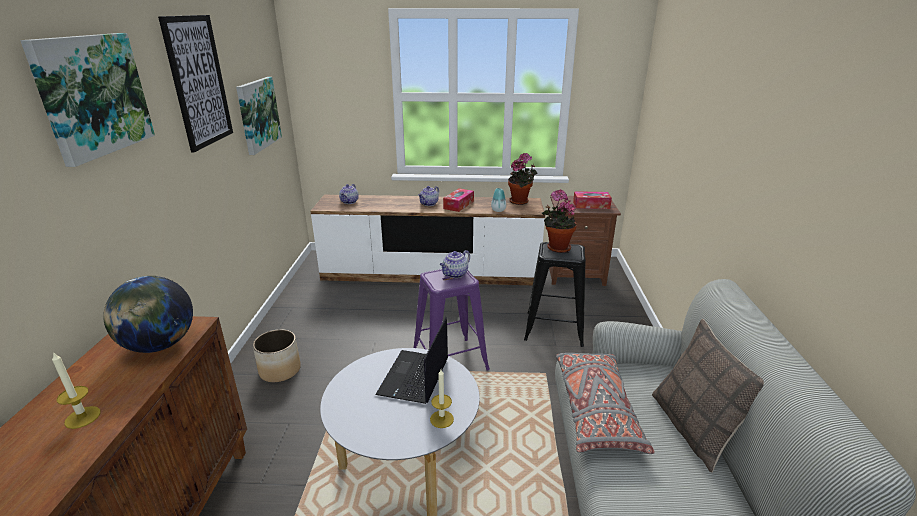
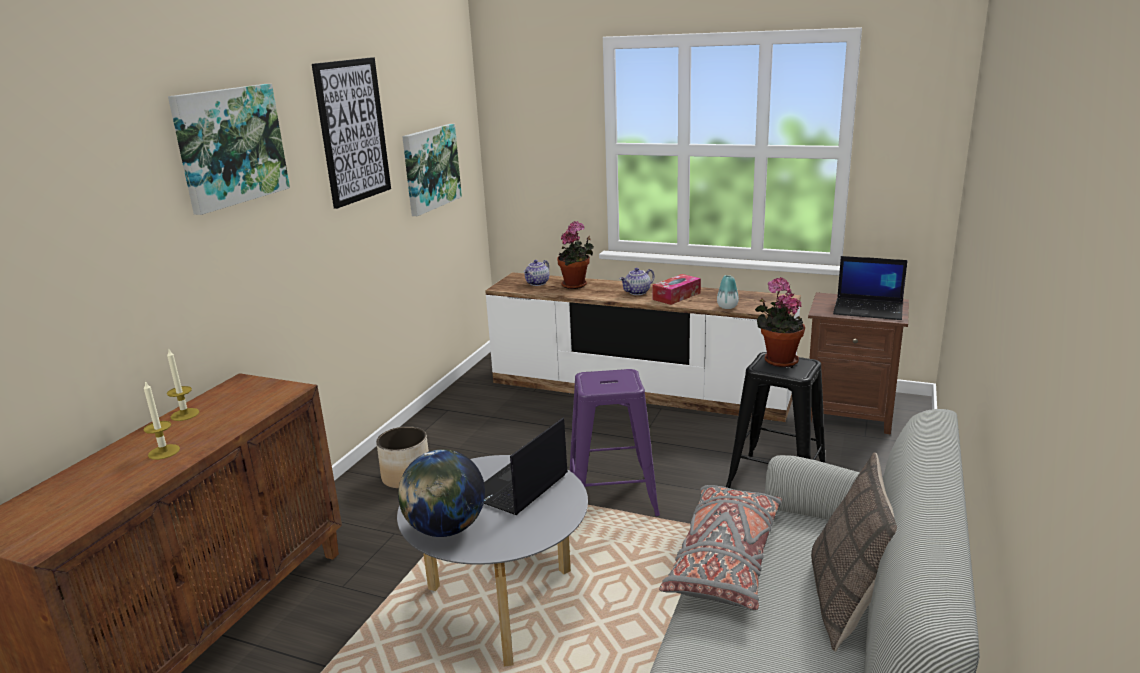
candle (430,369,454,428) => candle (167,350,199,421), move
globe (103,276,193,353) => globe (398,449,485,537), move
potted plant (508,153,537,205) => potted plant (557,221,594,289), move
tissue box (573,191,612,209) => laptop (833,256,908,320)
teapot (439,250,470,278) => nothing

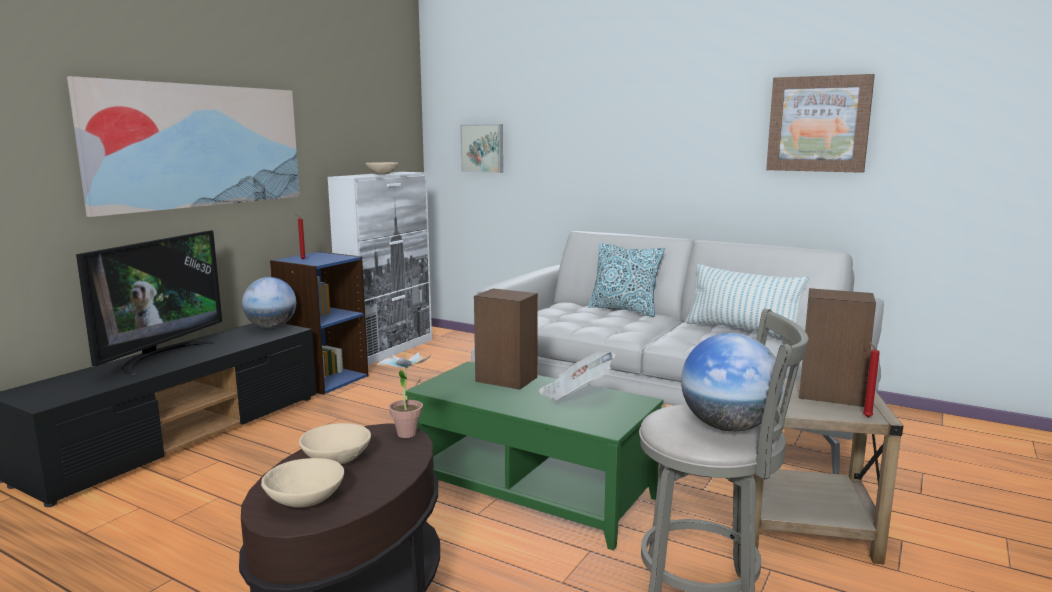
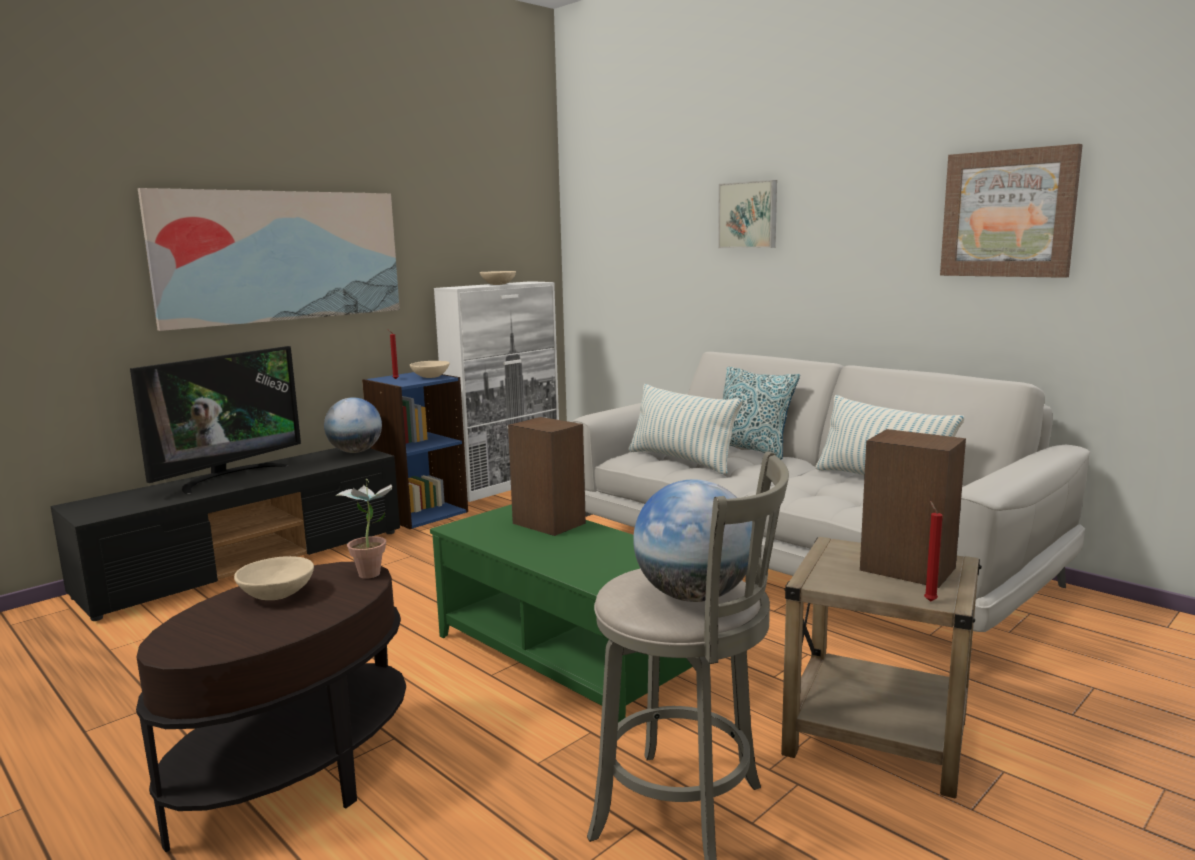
beige bowl (261,458,344,508) => beige bowl (410,361,450,378), move
nothing => pillow (628,384,743,474)
picture (460,124,503,173) => picture (718,180,777,248), move
newspaper (539,352,616,401) => nothing

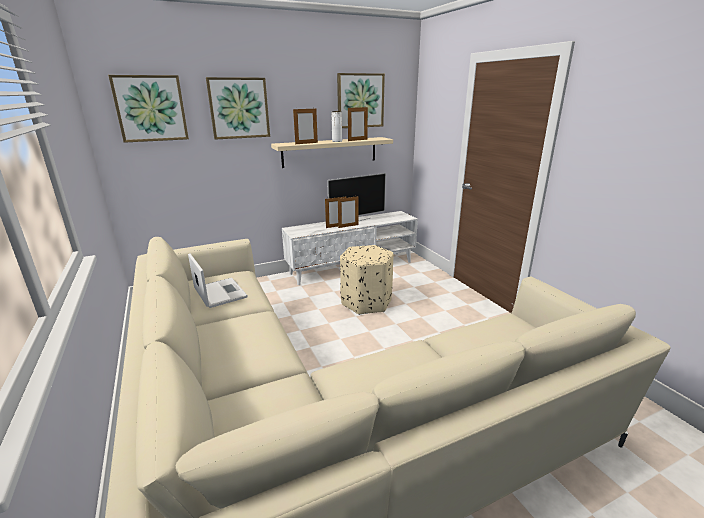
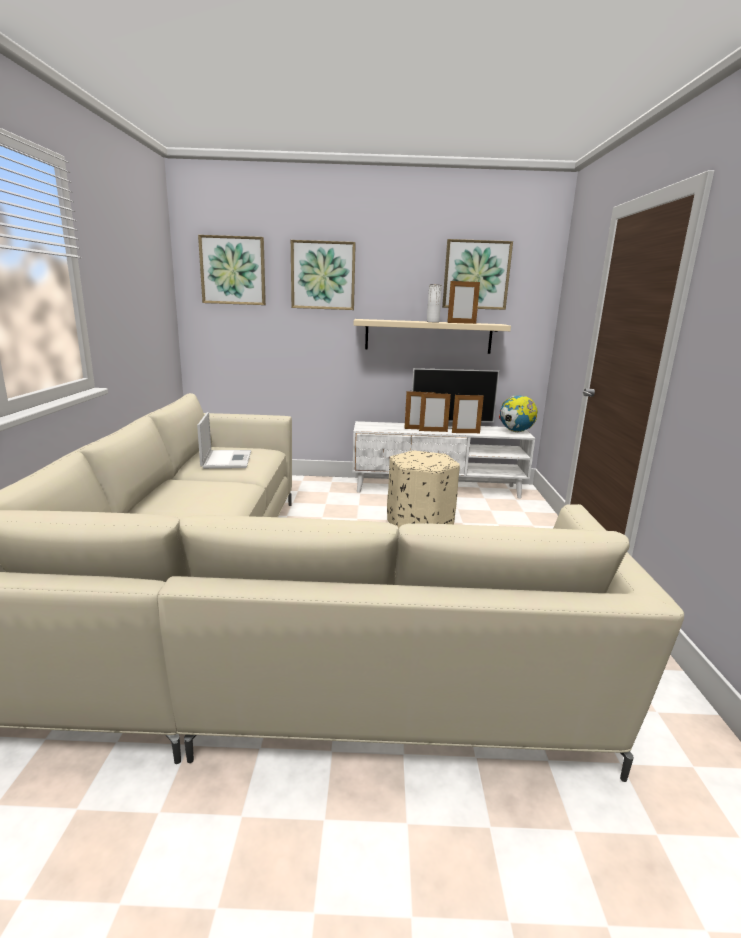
picture frame (293,107,318,144) => picture frame (452,394,484,433), move
nothing => globe (499,396,537,432)

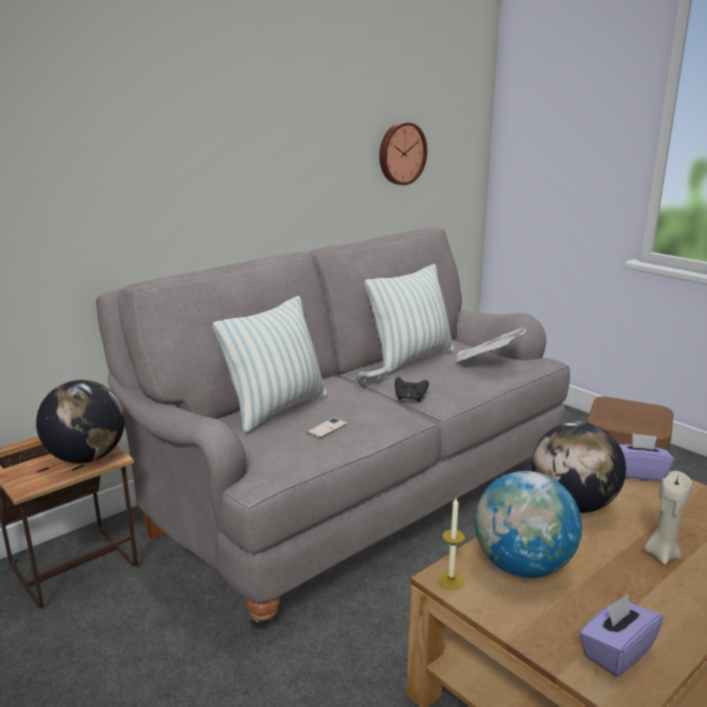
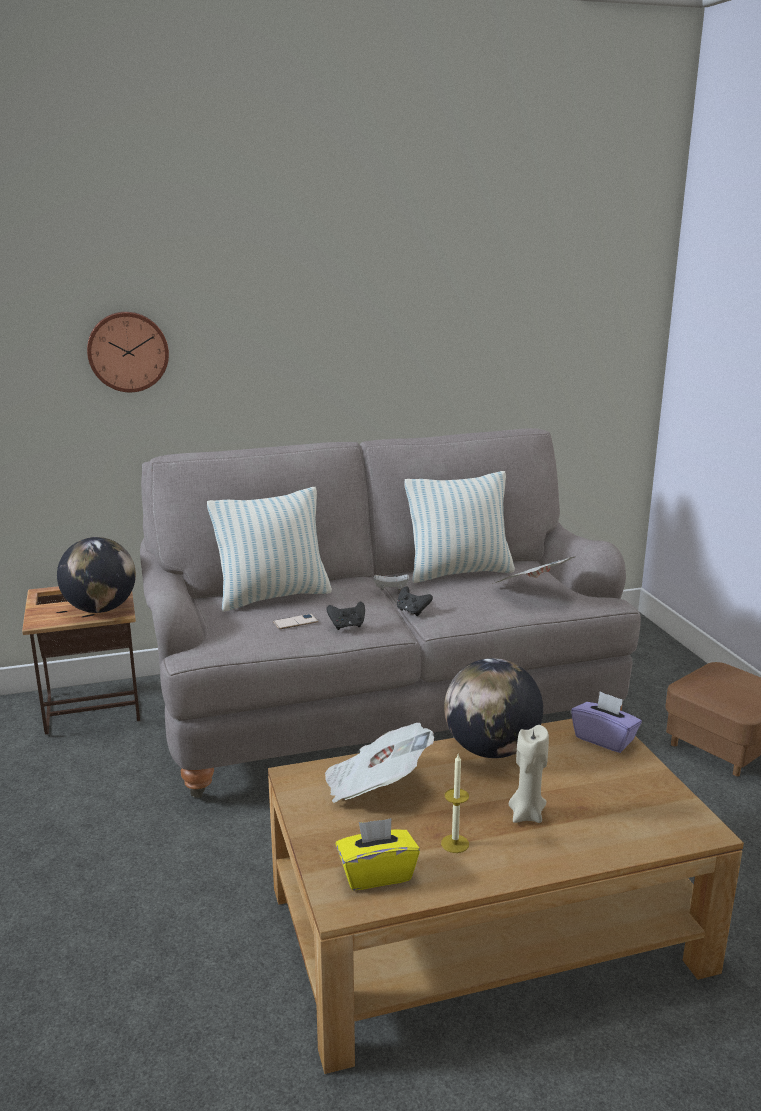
wall clock (379,122,427,185) => wall clock (87,312,169,392), move
globe (475,471,582,578) => newspaper (325,723,434,803)
nothing => black game controller (326,601,365,630)
purple tissue box (579,594,664,677) => yellow tissue box (336,818,420,890)
candle (438,498,465,589) => candle (441,754,469,853), move

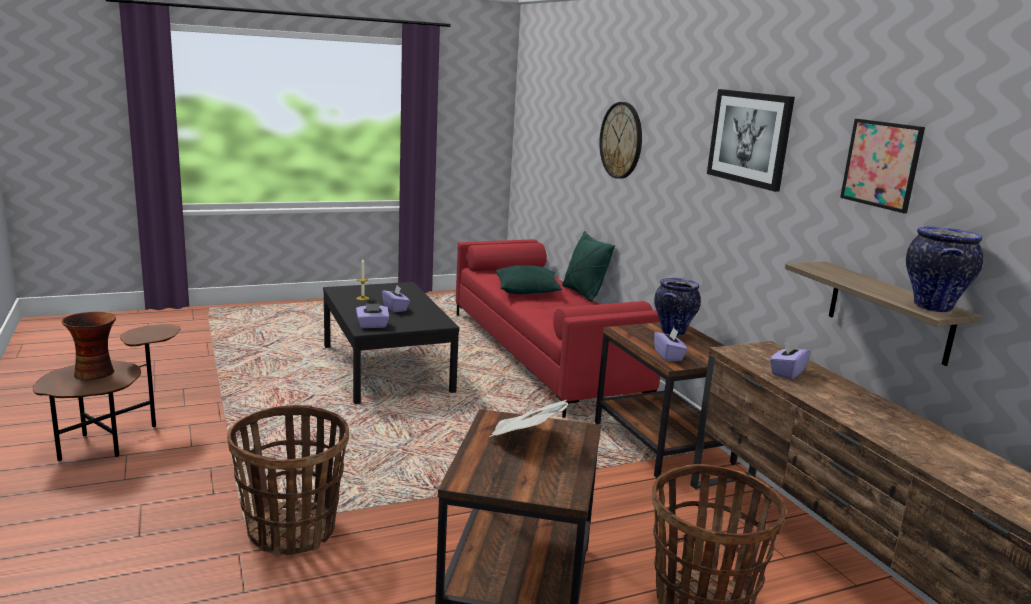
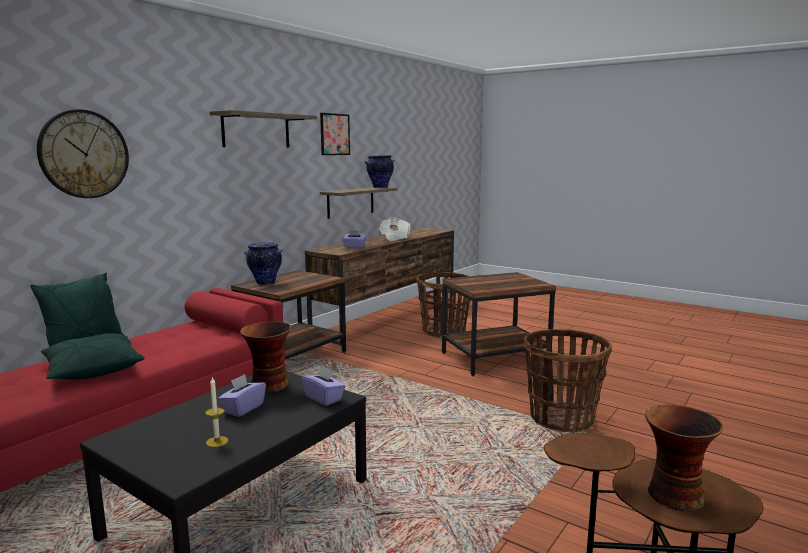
picture (707,89,795,192) => shelf (209,110,317,147)
nothing => vase (240,322,291,393)
newspaper (489,400,568,437) => newspaper (379,217,411,241), move
purple tissue box (654,327,688,361) => nothing

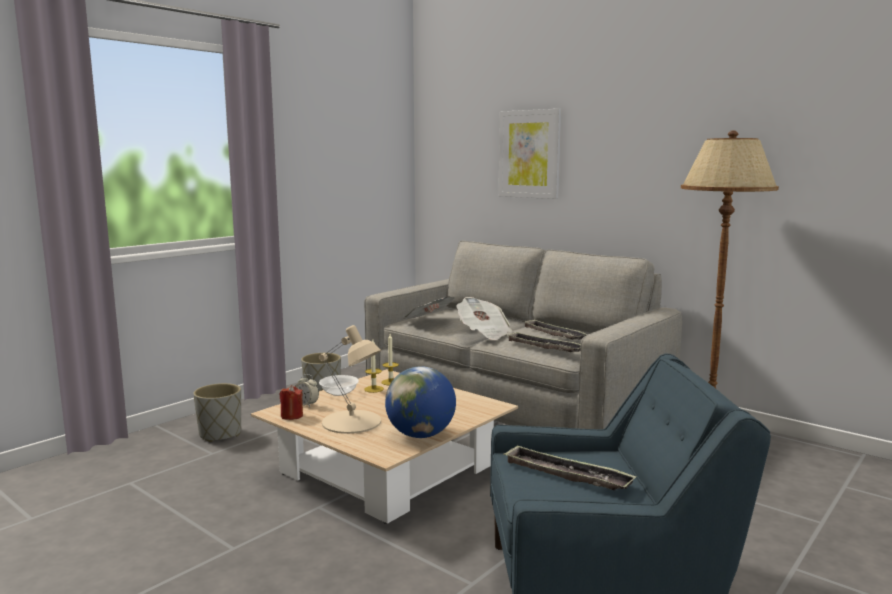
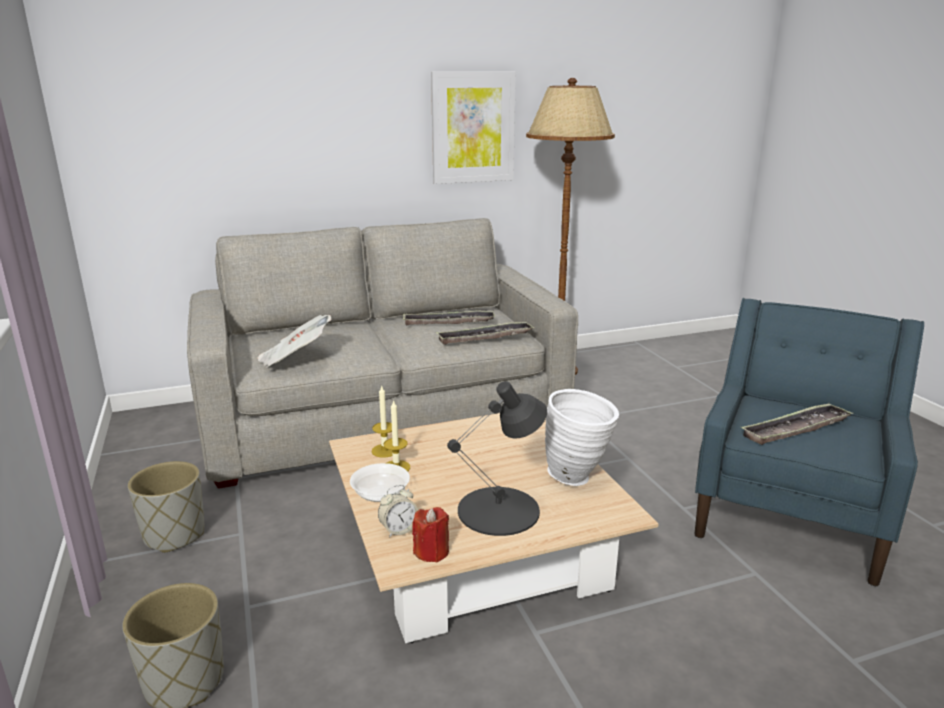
picture (499,109,561,199) => picture (431,71,516,184), move
beige table lamp (319,325,382,434) => black table lamp (447,381,547,536)
globe (385,366,456,438) => white vase (545,389,619,486)
newspaper (456,297,512,340) => nothing

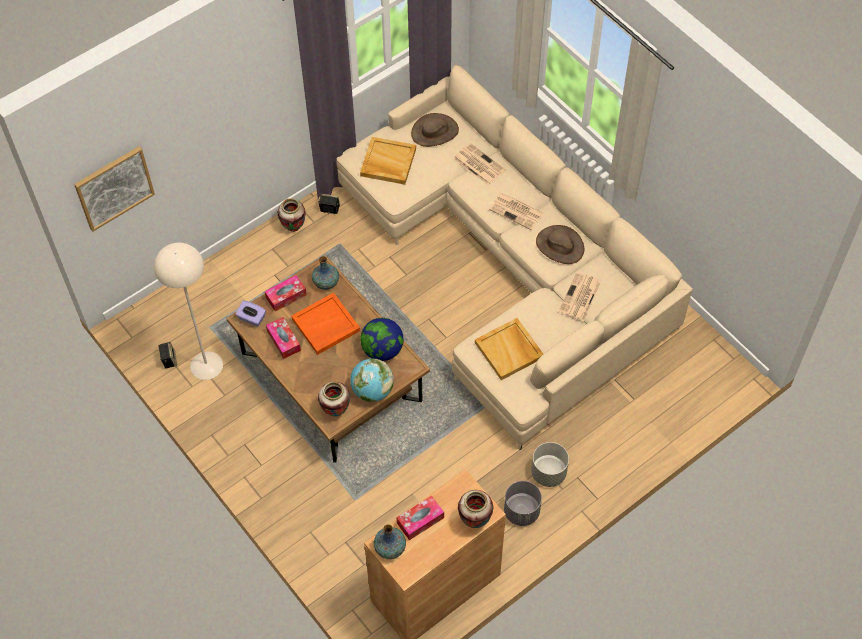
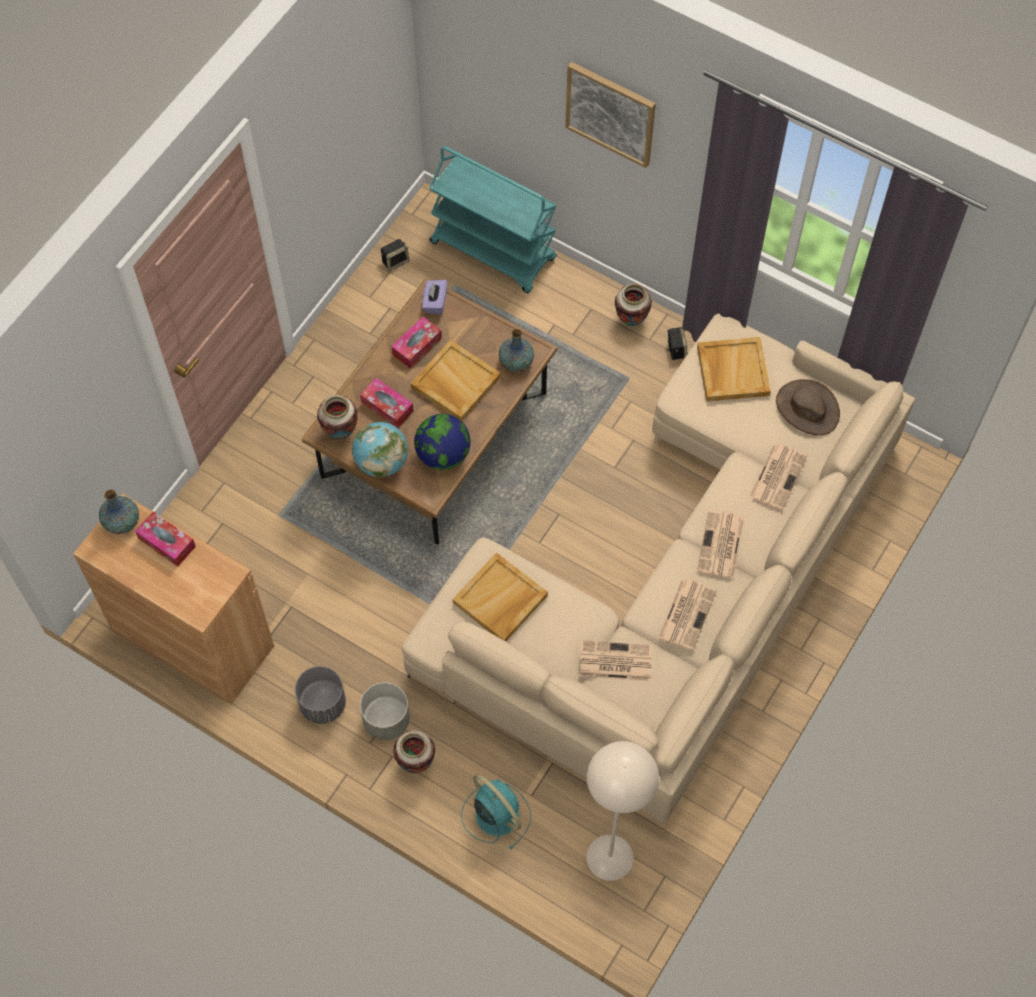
tissue box (265,275,307,311) => tissue box (360,378,414,428), move
vase (458,490,494,528) => vase (393,730,435,774), move
orange tray (291,293,360,355) => beige tray (411,340,501,421)
nothing => turquoise cart (429,146,557,293)
nothing => turquoise fan (461,774,531,849)
picture (74,146,155,232) => picture (565,62,656,168), move
beige floor lamp (154,243,223,380) => beige floor lamp (587,741,659,881), move
brown hat (536,225,584,264) => newspaper (658,579,717,651)

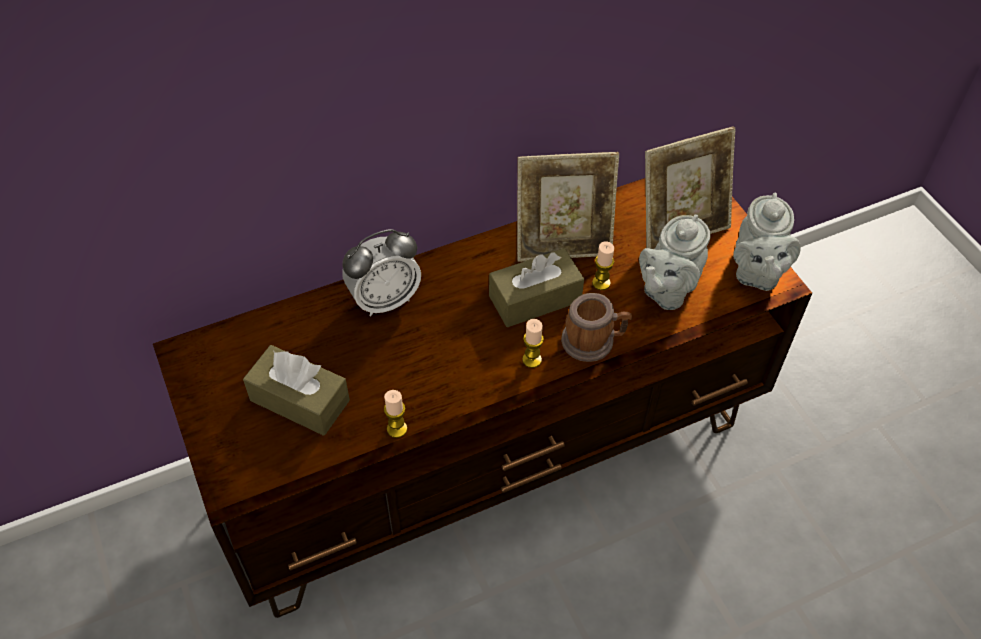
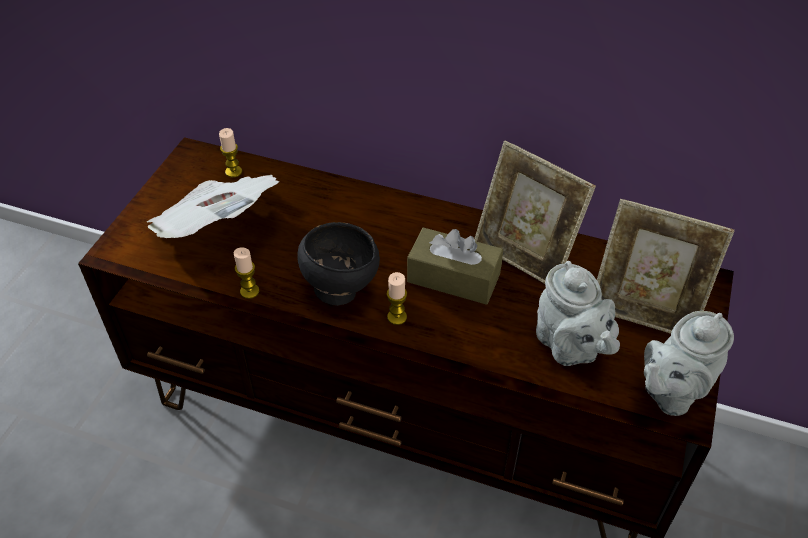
brown tissue box (243,345,350,436) => newspaper (147,175,279,238)
candle (592,241,614,290) => candle (219,128,242,178), move
nothing => black bowl (297,222,380,306)
grey teapot (639,214,711,310) => grey teapot (536,261,620,366), 105 degrees counterclockwise
alarm clock (342,229,421,317) => nothing
mug (561,293,632,362) => nothing

